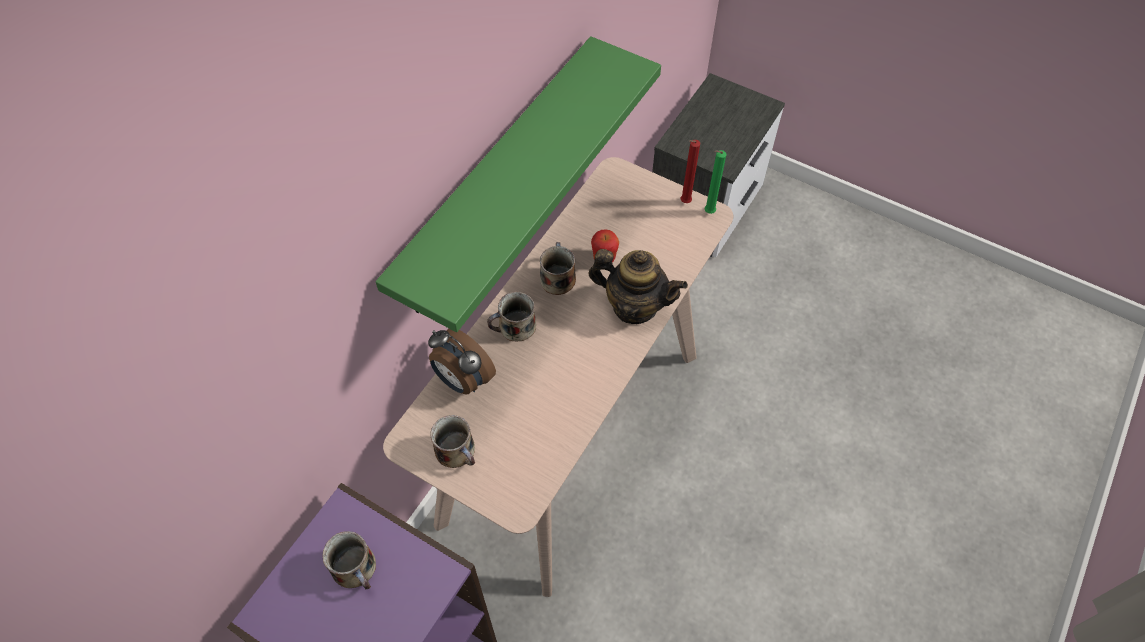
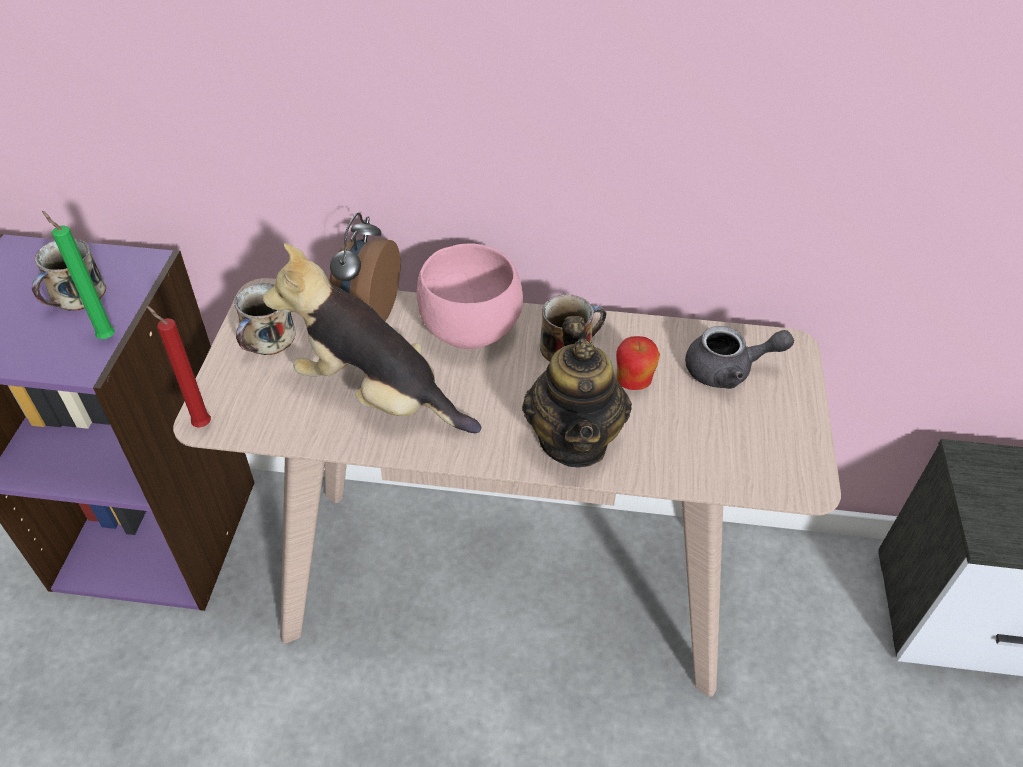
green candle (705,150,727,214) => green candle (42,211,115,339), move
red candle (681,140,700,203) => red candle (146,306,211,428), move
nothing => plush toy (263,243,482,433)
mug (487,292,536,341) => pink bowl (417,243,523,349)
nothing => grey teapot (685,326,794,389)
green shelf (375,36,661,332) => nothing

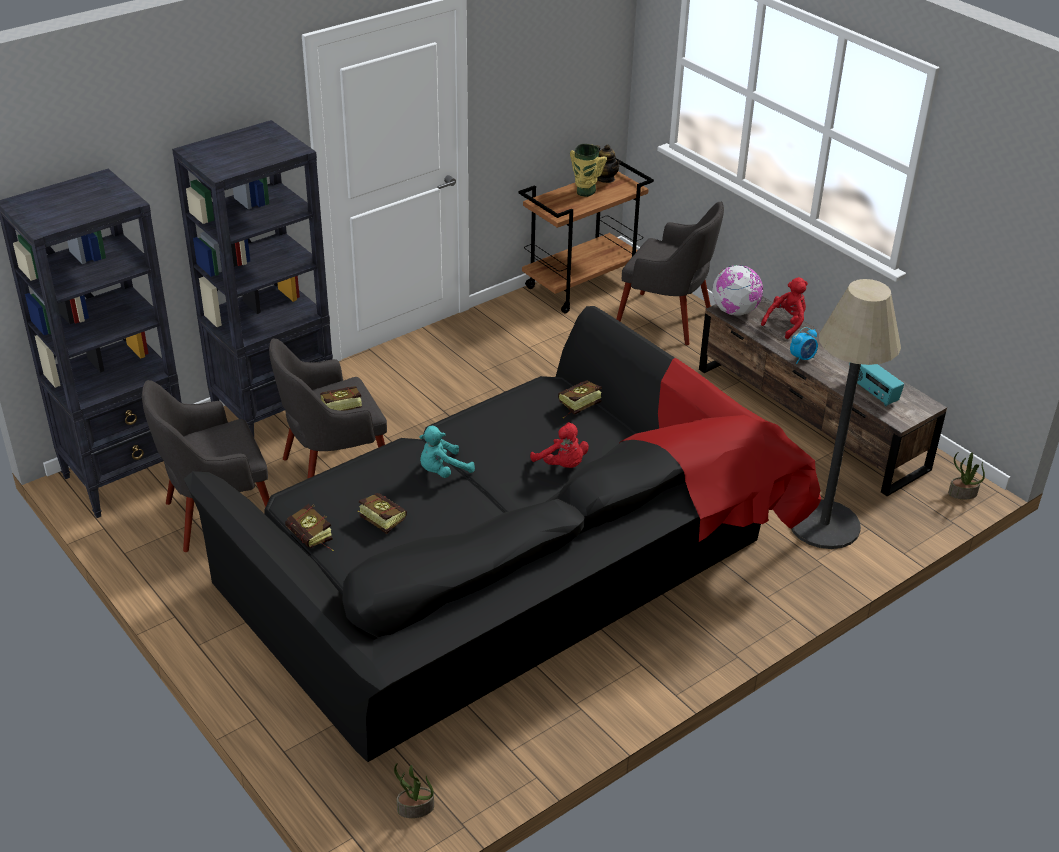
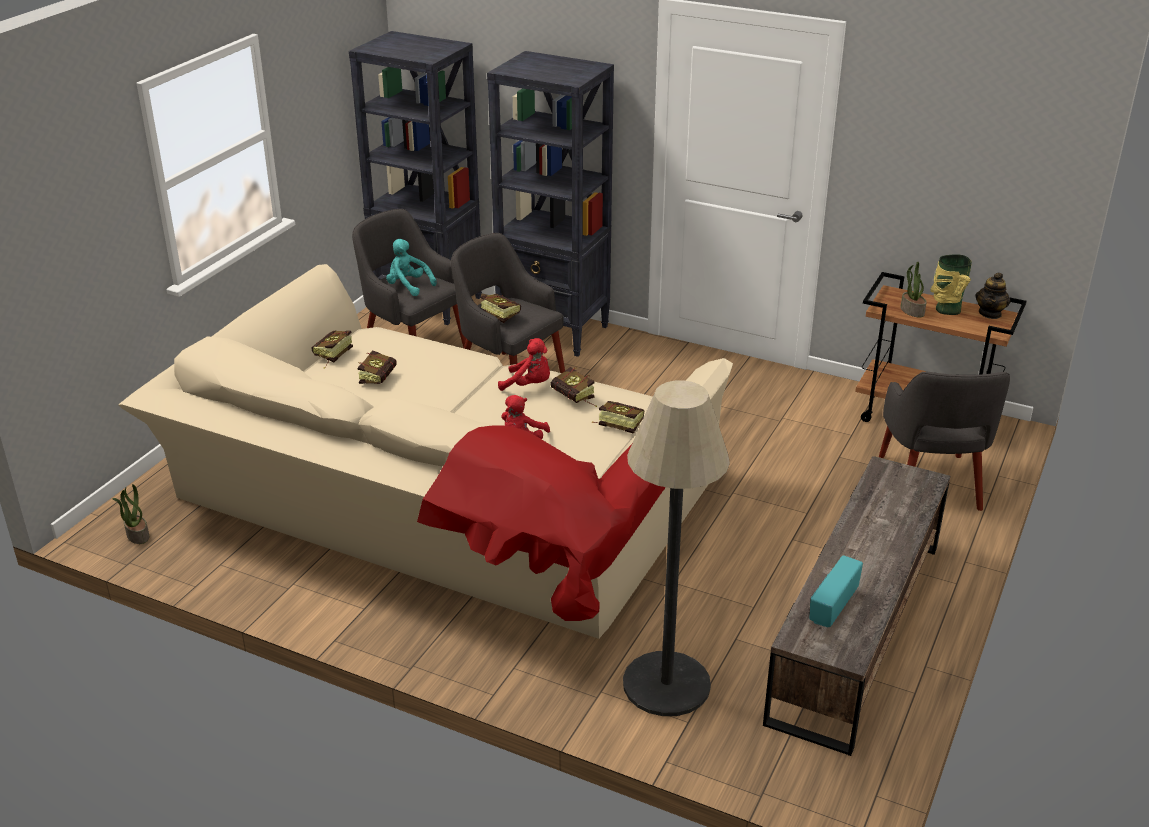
black sofa (184,306,821,762) => beige sofa (118,264,733,639)
turquoise plush toy (419,426,475,478) => turquoise plush toy (386,239,437,296), move
red plush toy (761,277,808,339) => red plush toy (498,338,550,391), move
nothing => book (551,367,597,407)
potted plant (948,452,985,499) => potted plant (901,261,927,318), move
globe (712,265,763,316) => nothing
alarm clock (790,327,818,364) => nothing

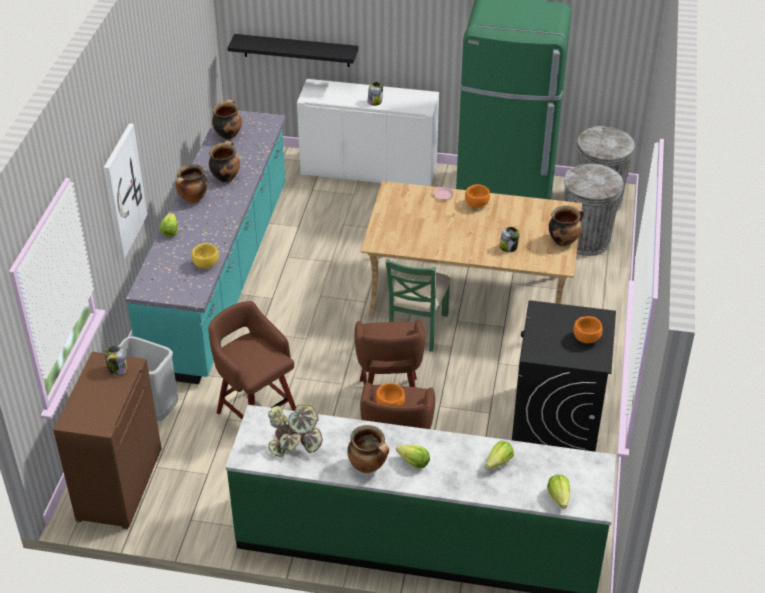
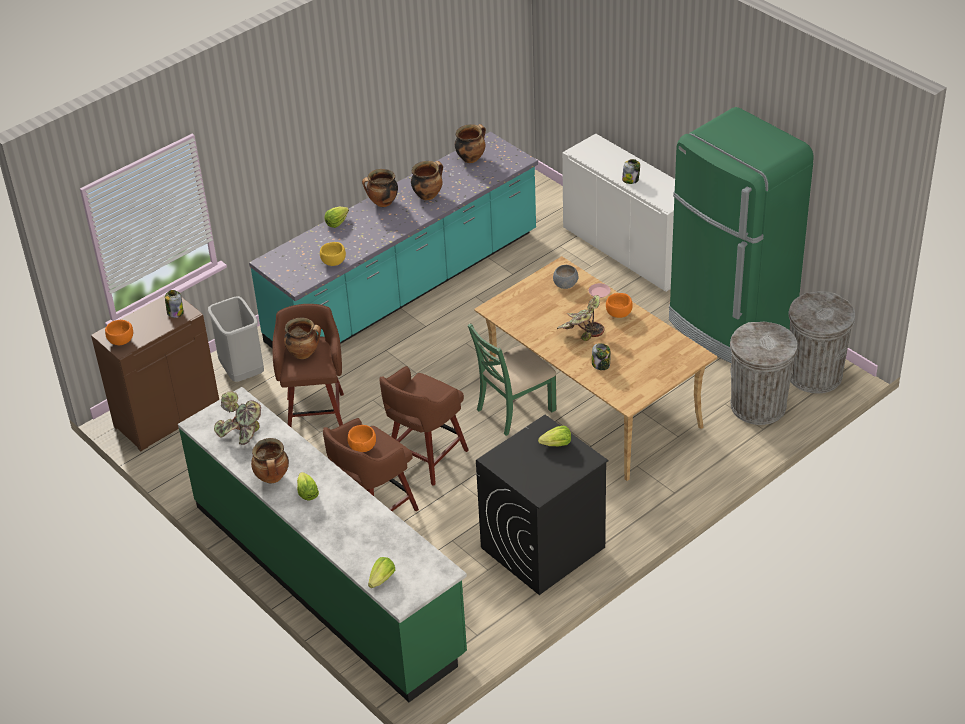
orange bowl (573,316,602,343) => orange bowl (105,320,133,345), move
cooking pot (549,206,584,246) => cooking pot (284,318,321,359), move
lettuce (485,441,514,470) => lettuce (538,426,571,447), move
nothing => grey bowl (553,265,578,289)
nothing => potted plant (557,295,605,341)
picture (104,123,148,260) => nothing
black shelf (227,34,359,67) => nothing

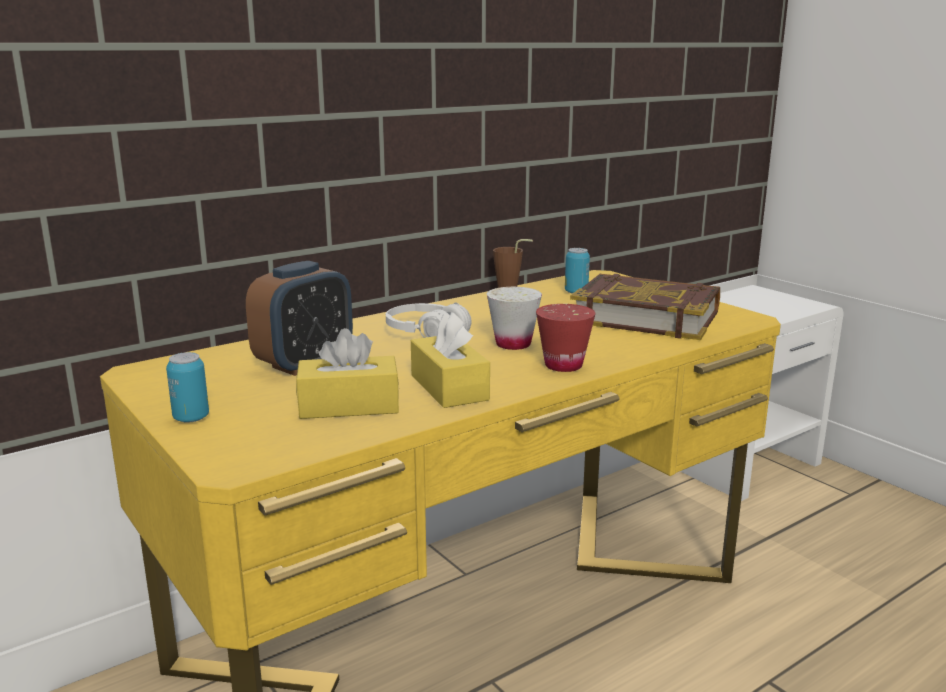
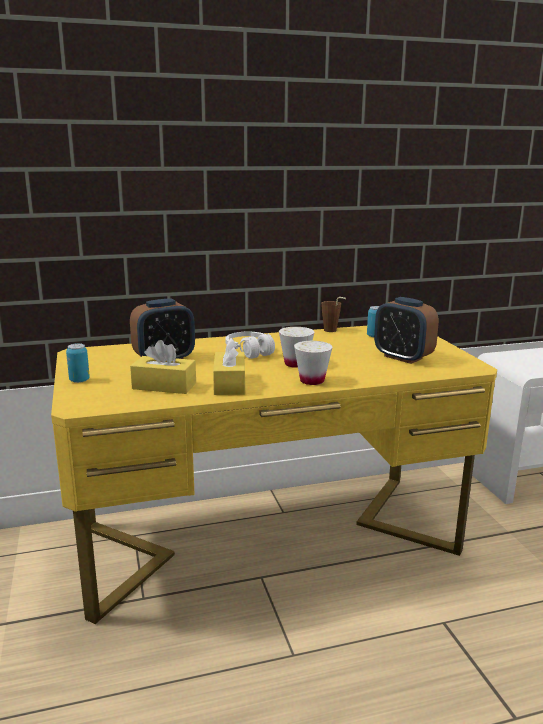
red cup (536,304,596,372) => white cup (294,341,333,385)
book (570,274,720,340) => alarm clock (374,297,439,364)

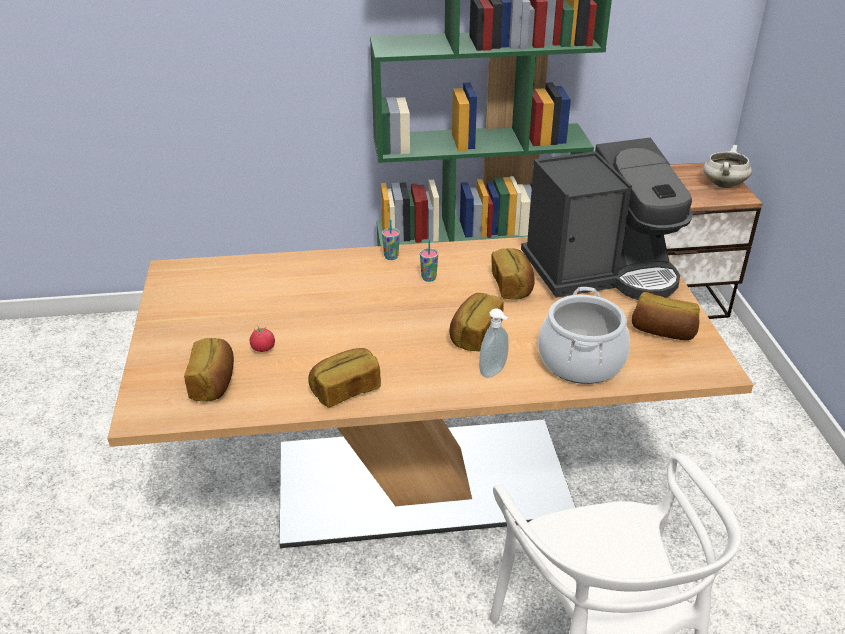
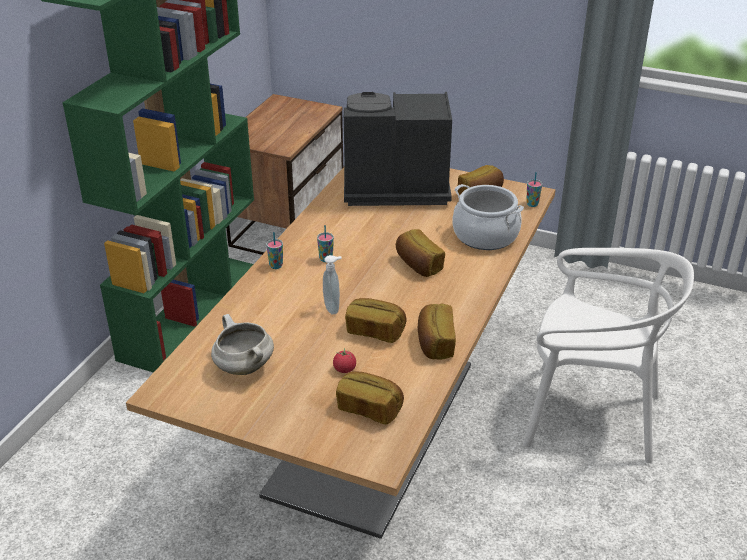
white cooking pot (703,145,752,188) => white cooking pot (211,314,274,375), move
soap dispenser (479,309,509,378) => soap dispenser (323,255,342,314), move
coffee machine (521,137,693,300) => coffee machine (344,92,452,206), 105 degrees counterclockwise
bread (491,248,535,300) => bread (345,298,406,343), move
nothing => cup (526,172,542,207)

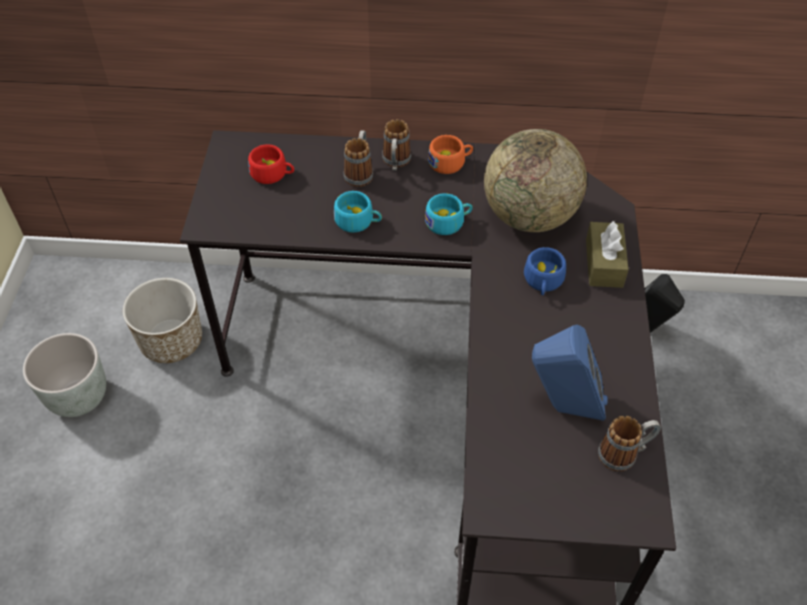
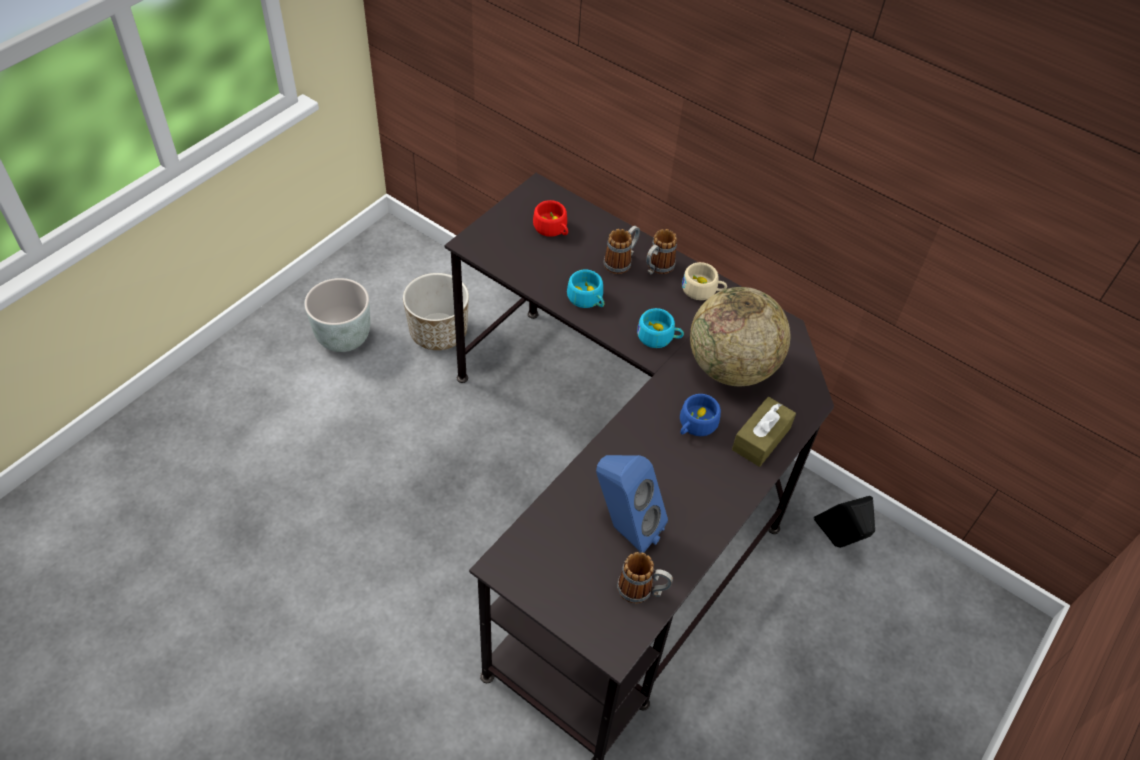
orange cup (428,135,473,174) => beige cup (682,262,727,300)

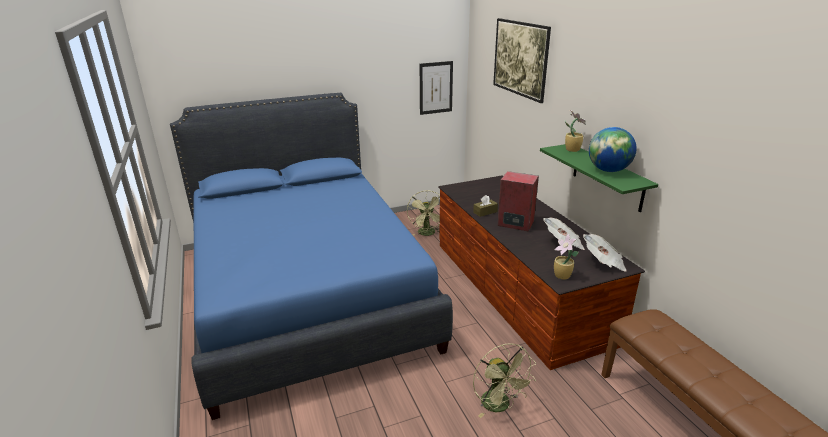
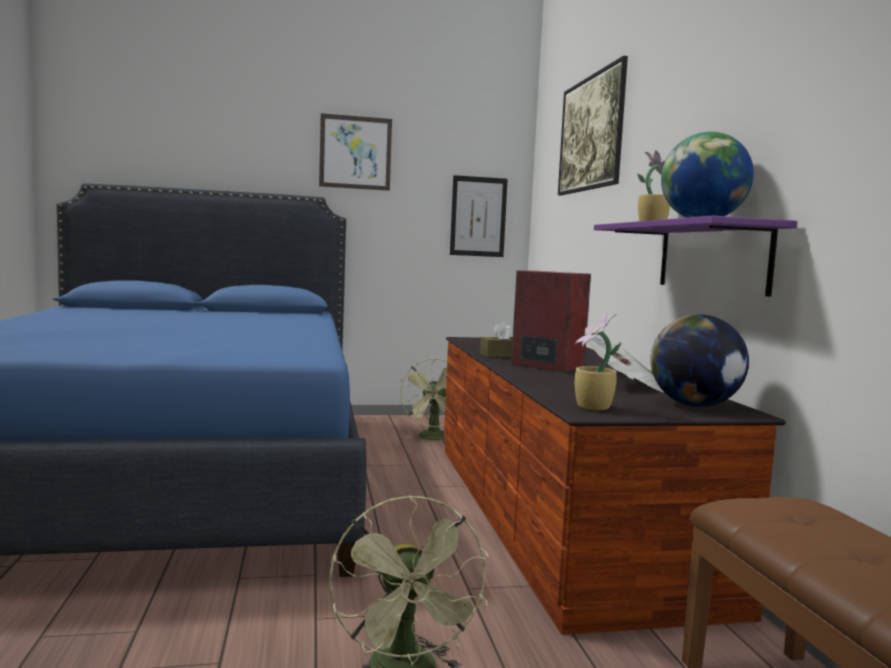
nothing => picture (319,113,392,191)
green shelf (540,144,658,212) => purple shelf (594,216,797,297)
newspaper (583,234,626,272) => globe (650,314,749,407)

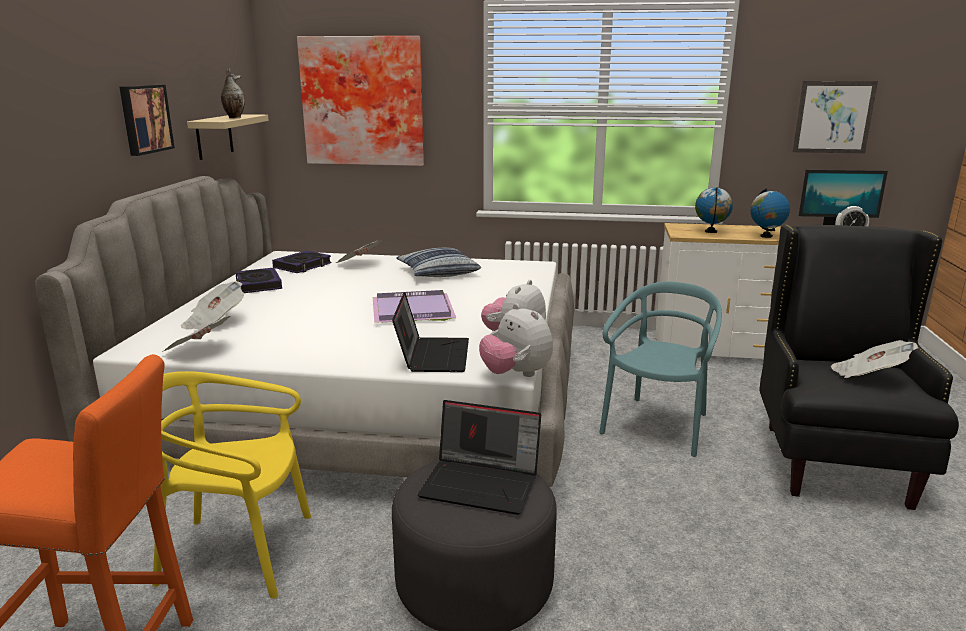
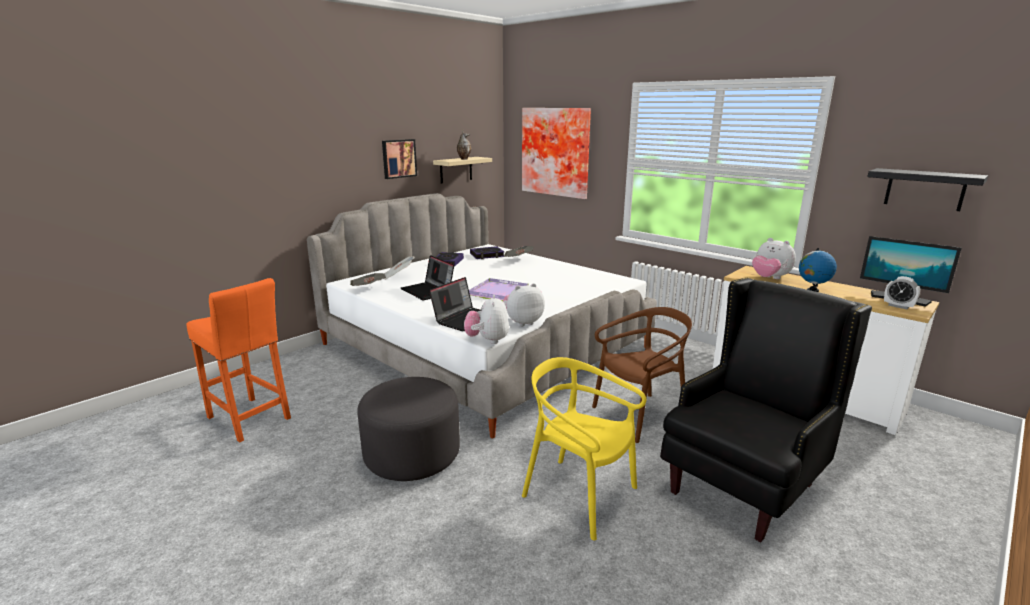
laptop (418,400,541,515) => laptop (401,255,454,300), move
yellow chair (153,371,311,599) => yellow chair (522,357,646,541), move
turquoise chair (599,281,722,457) => brown chair (592,307,692,443)
globe (695,187,733,233) => plush toy (752,238,796,279)
picture (793,81,878,154) => black shelf (867,168,988,211)
pillow (396,248,481,277) => nothing
newspaper (831,340,918,378) => nothing

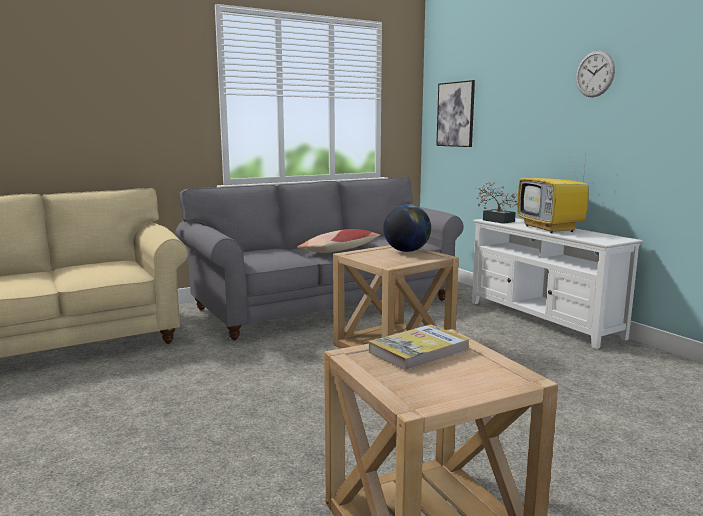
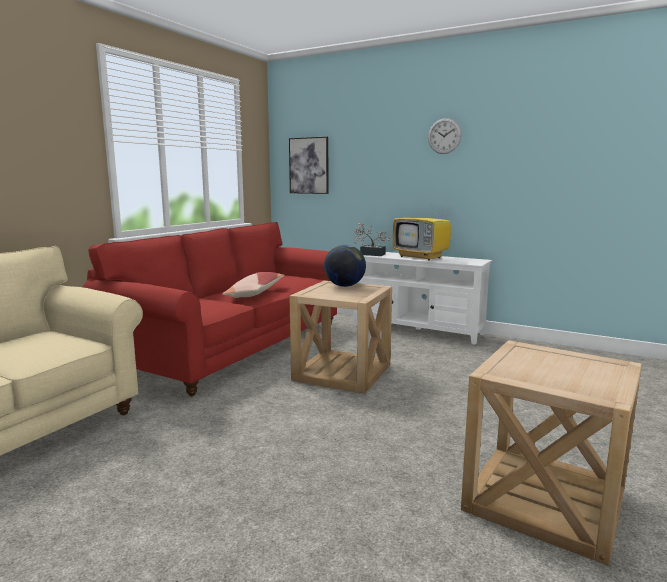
grey sofa (175,177,464,341) => red sofa (83,222,337,397)
book (369,324,470,371) => nothing

